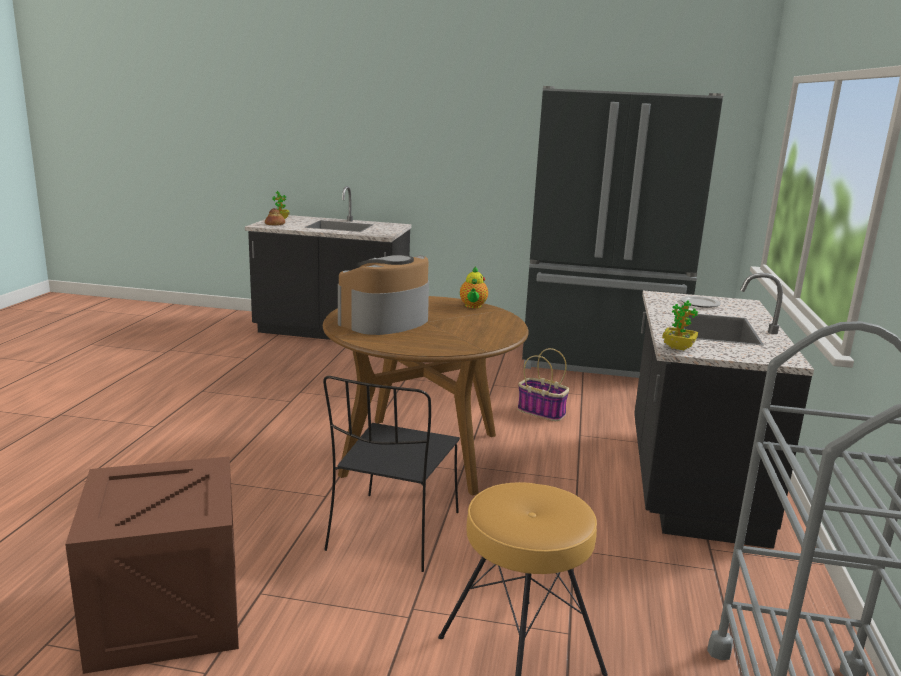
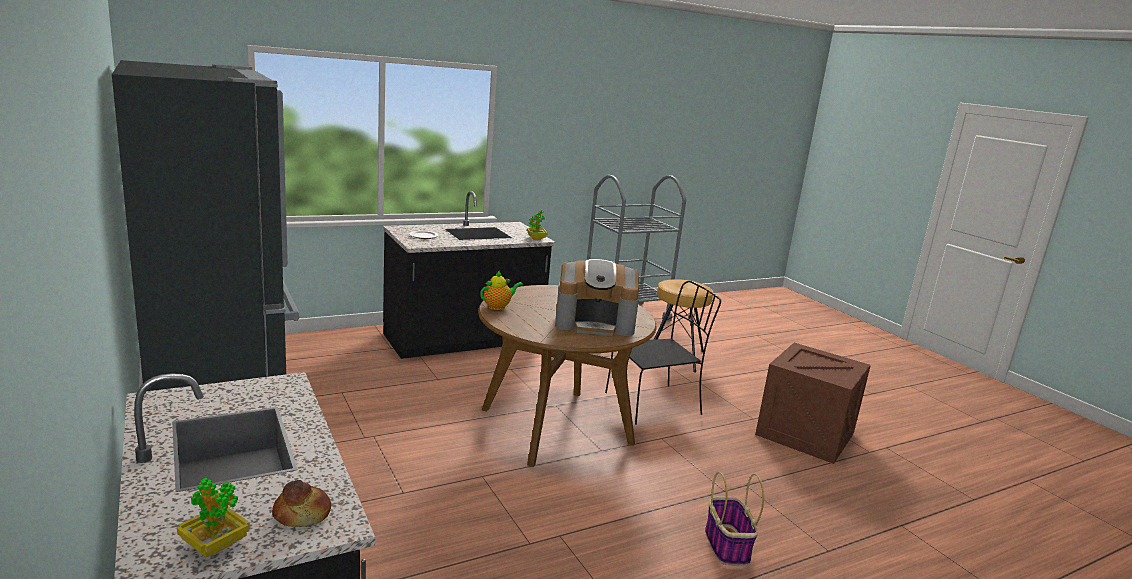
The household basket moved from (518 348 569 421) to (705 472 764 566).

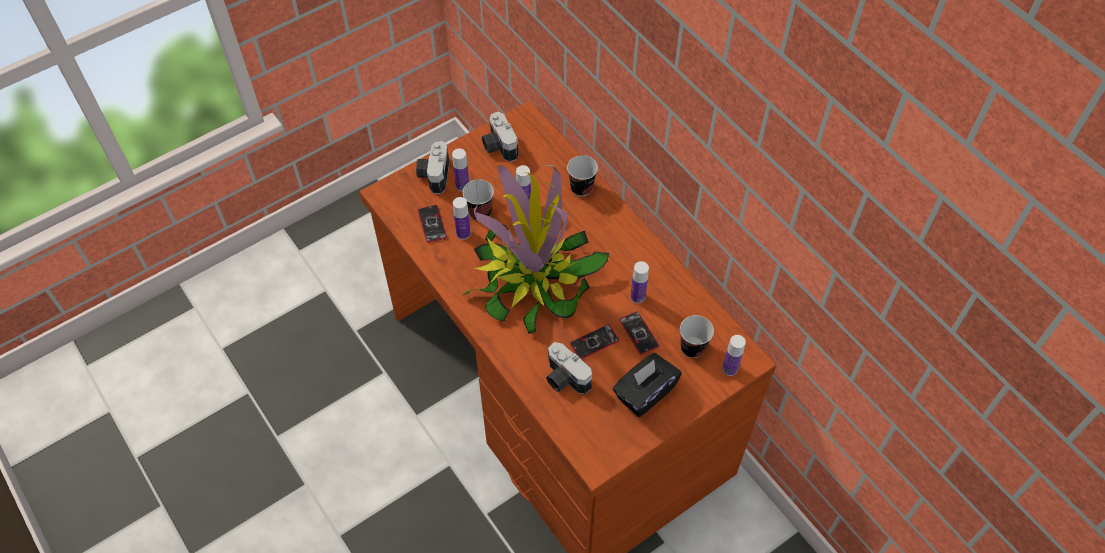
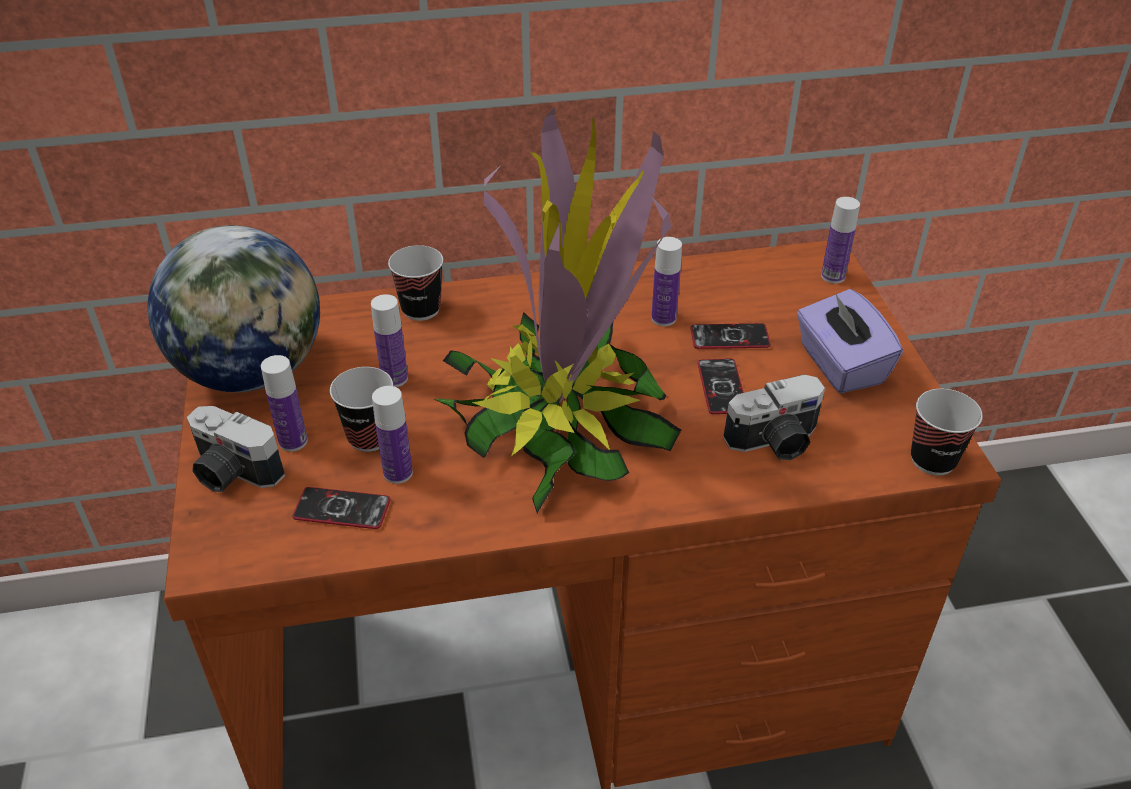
The still camera at (482 112 519 162) was replaced by the globe at (148 225 320 392).
The cup moved from (680 315 714 358) to (911 389 983 475).
The tissue box (blackish) at (613 353 682 417) became the tissue box (purple-coloured) at (797 289 903 393).

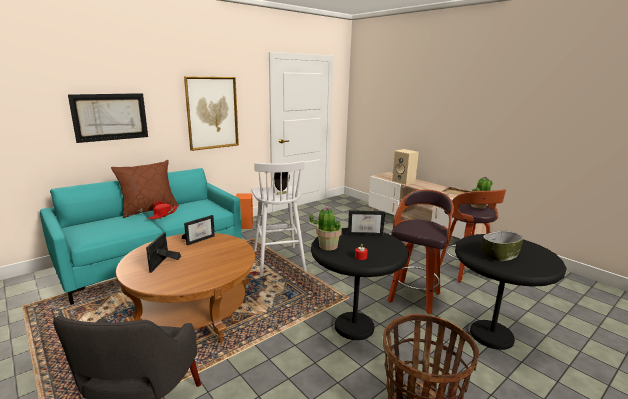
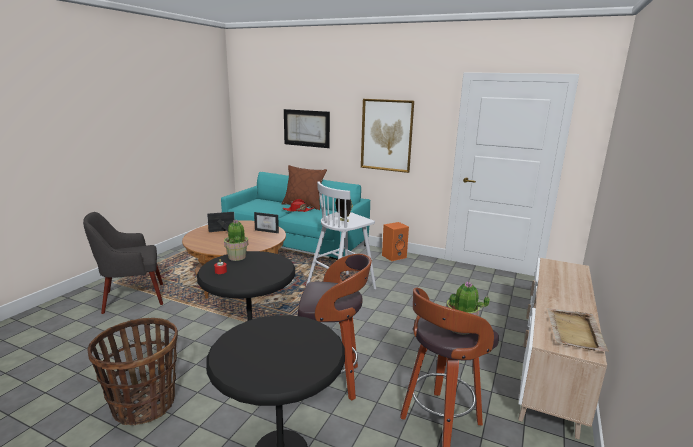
The audio speaker (beige) at (392 149 419 185) disappeared.
The standing frame at (348 210 385 236) disappeared.
The deep dish at (482 231 523 261) disappeared.

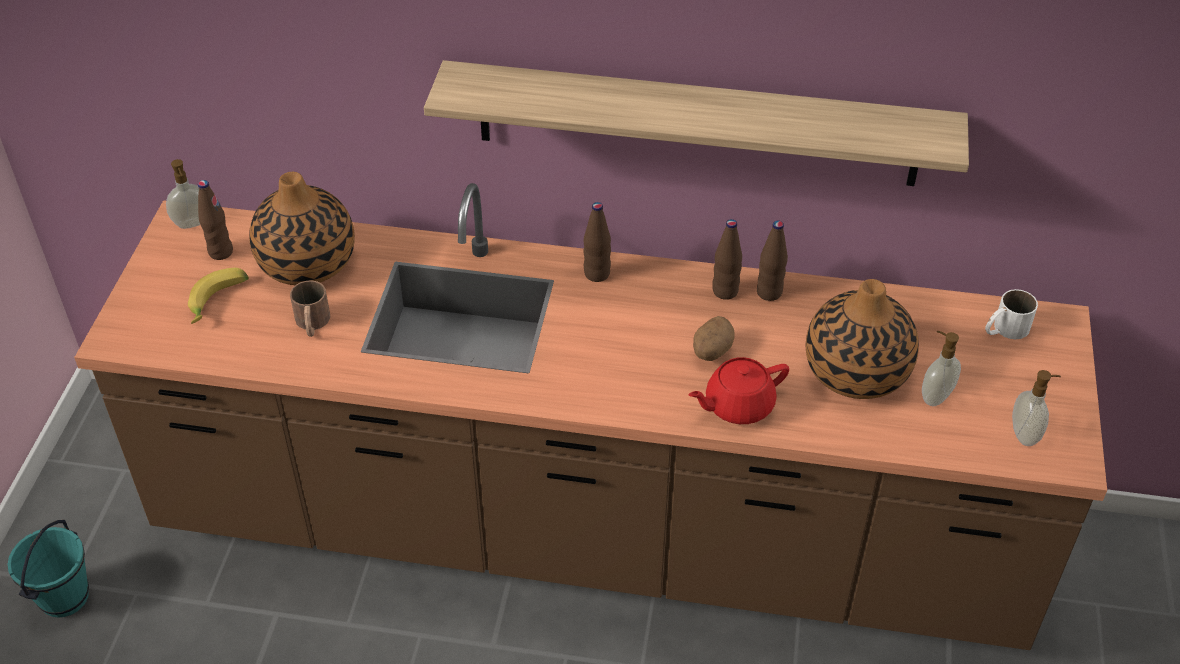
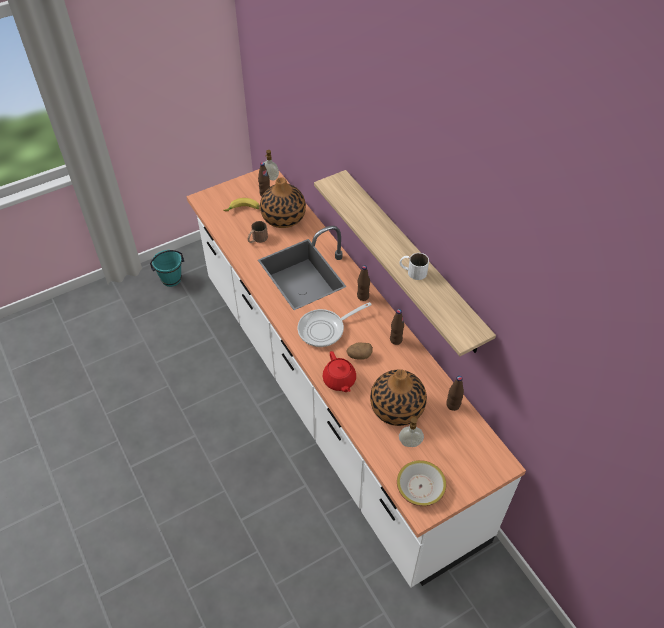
The kitchen base unit (brown) at (74 183 1107 650) became the kitchen base unit (white) at (186 169 526 588).
The bottle (brown) moved from (757 221 788 301) to (446 376 464 411).
The coffee mug (white) moved from (985 289 1038 339) to (399 253 429 280).
The teapot (red) at (689 357 789 424) turned 135 degrees counterclockwise.
The soap bottle at (1012 370 1061 446) was replaced by the deep dish at (397 460 446 506).
The frying pan at (298 302 372 347) appeared.

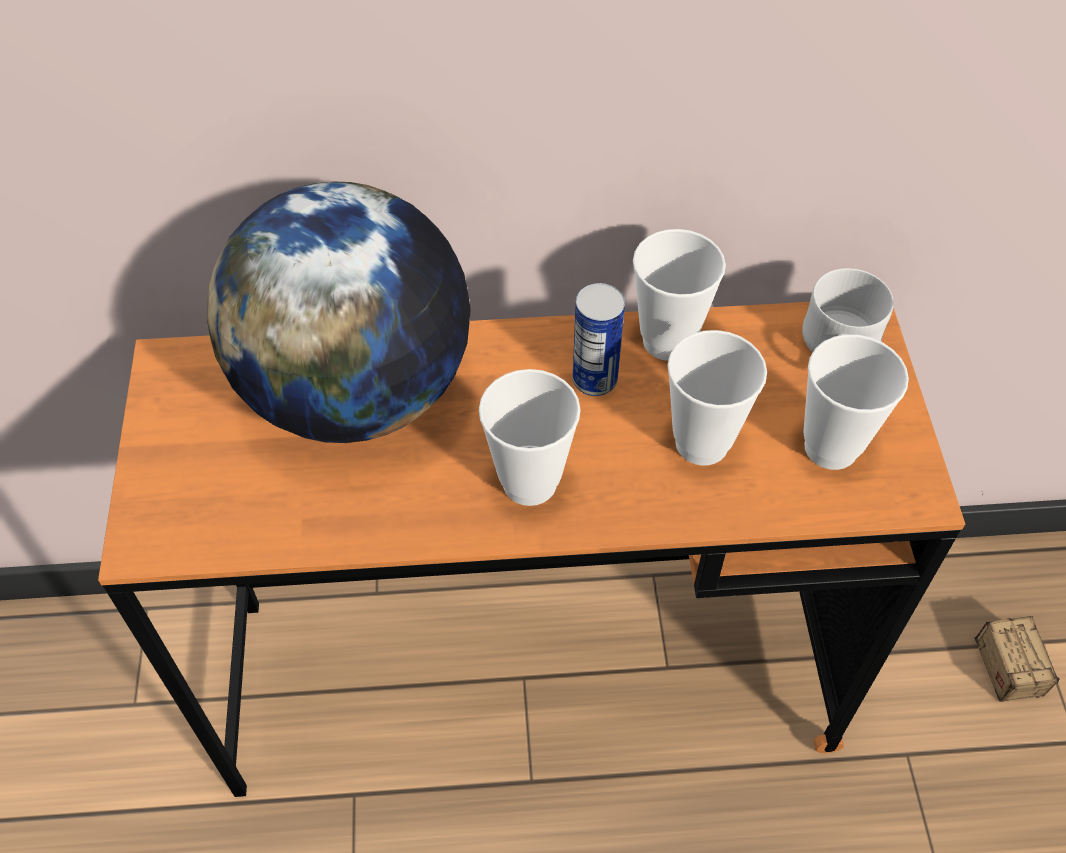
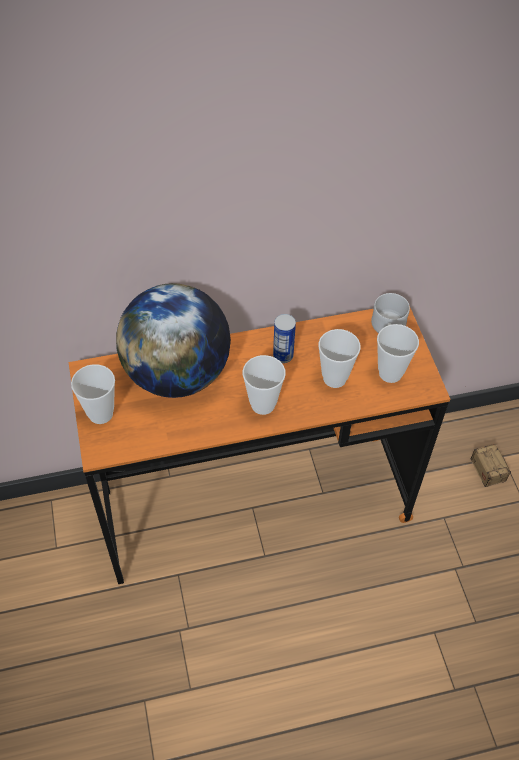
The cup moved from (633 229 726 361) to (71 364 115 424).

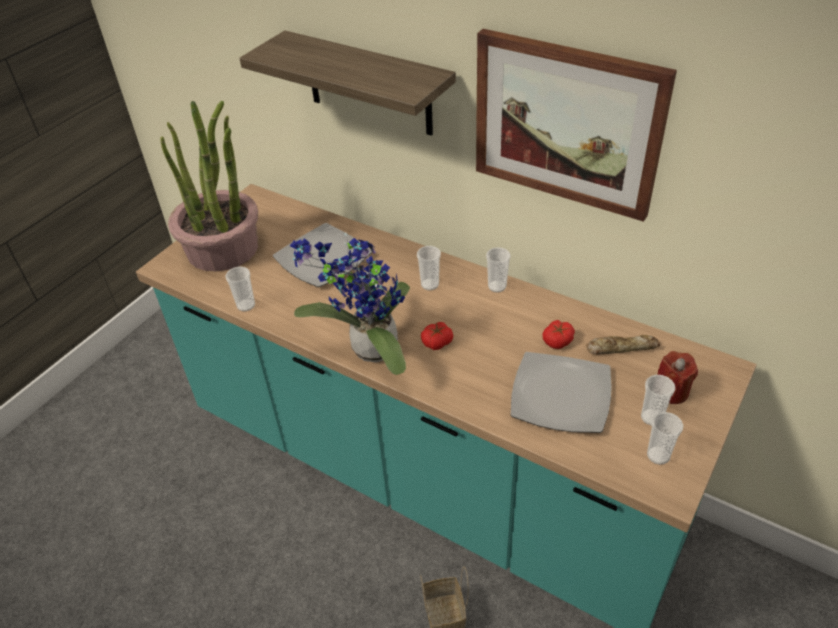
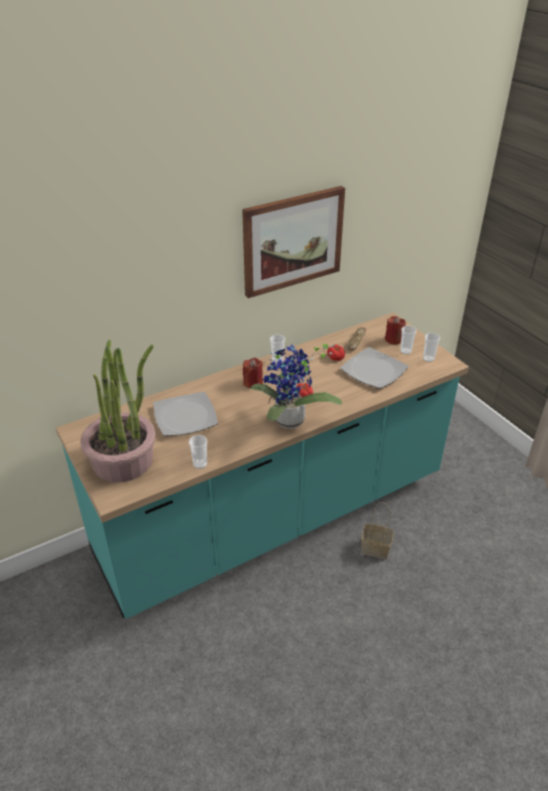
The wall shelf at (239 30 456 136) disappeared.
The cup at (417 246 441 290) was replaced by the candle (red) at (243 357 263 388).

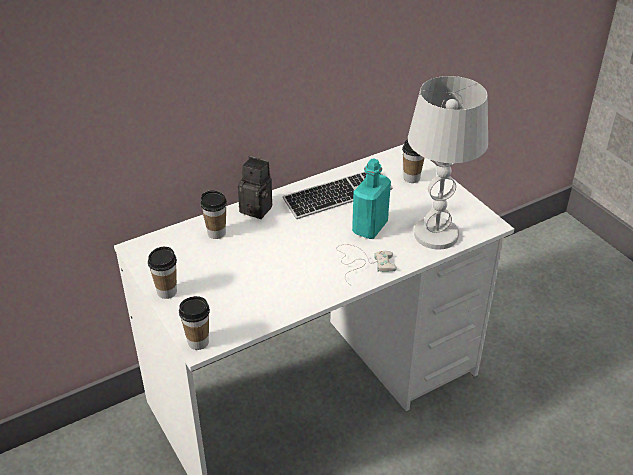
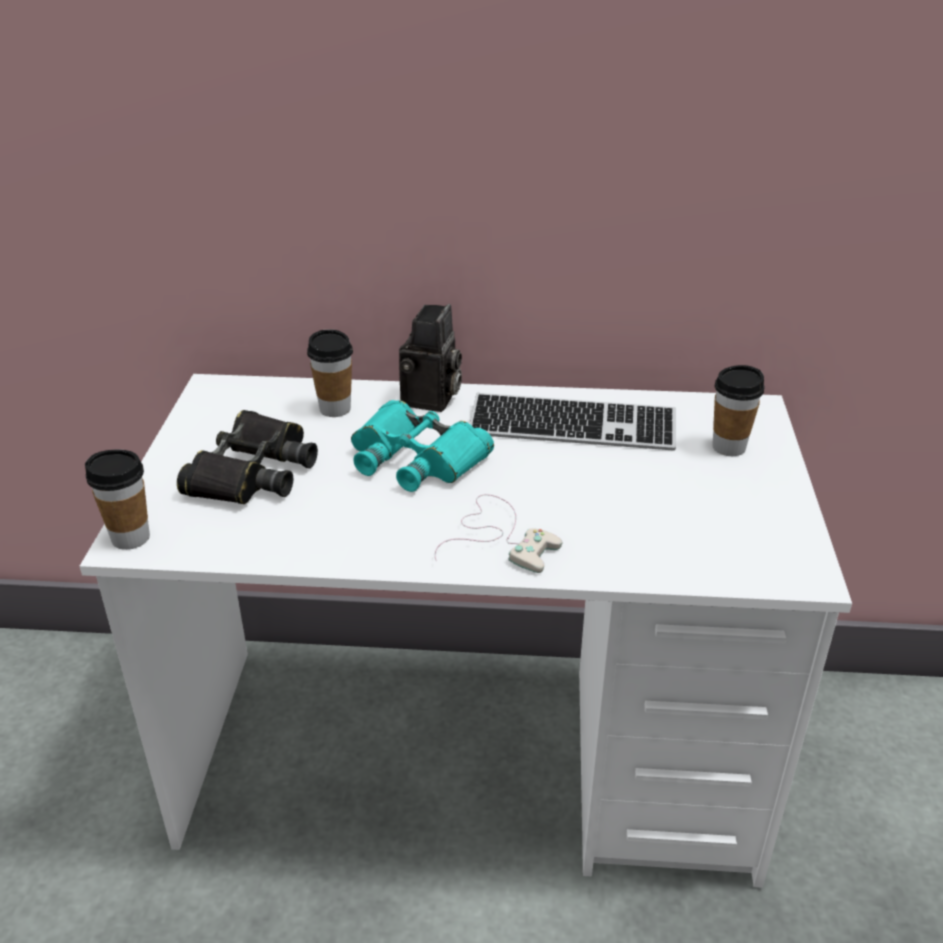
The tabletop lamp (white) at (408 76 488 250) disappeared.
The still camera at (238 156 272 219) turned 45 degrees clockwise.
The bottle (turquoise-coloured) at (352 158 391 239) disappeared.
The cup at (148 247 177 299) disappeared.
The binoculars (turquoise-coloured) at (351 400 494 492) appeared.
The binoculars (blackish) at (177 410 318 504) appeared.

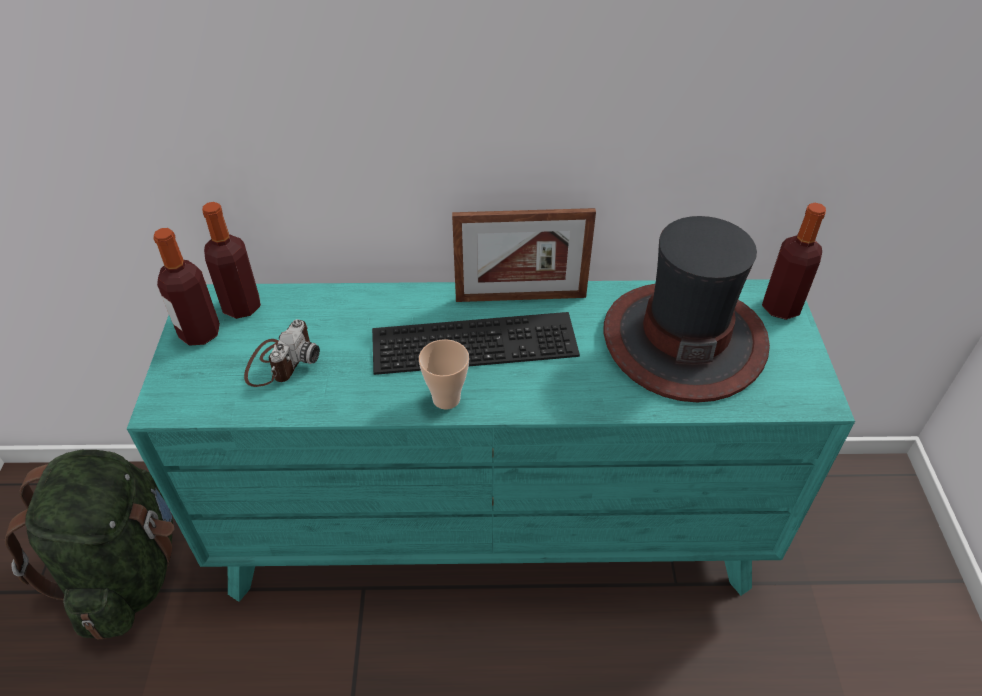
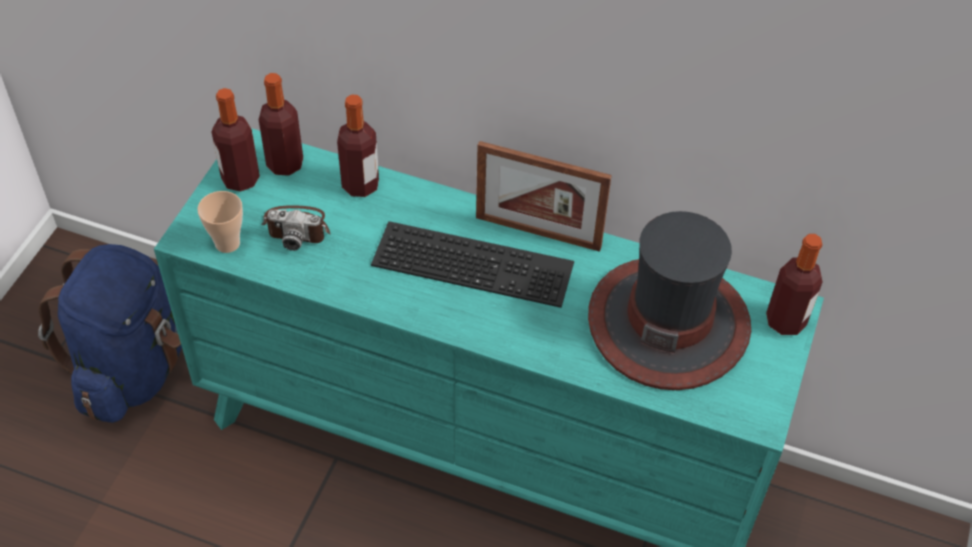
The still camera at (244 319 320 387) turned 60 degrees clockwise.
The cup moved from (419 339 469 410) to (197 191 243 253).
The knapsack (green-coloured) at (5 450 174 639) became the knapsack (blue) at (38 244 182 423).
The bottle at (337 95 379 197) appeared.

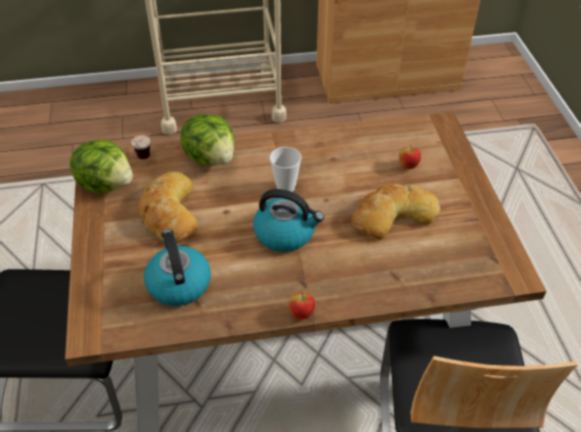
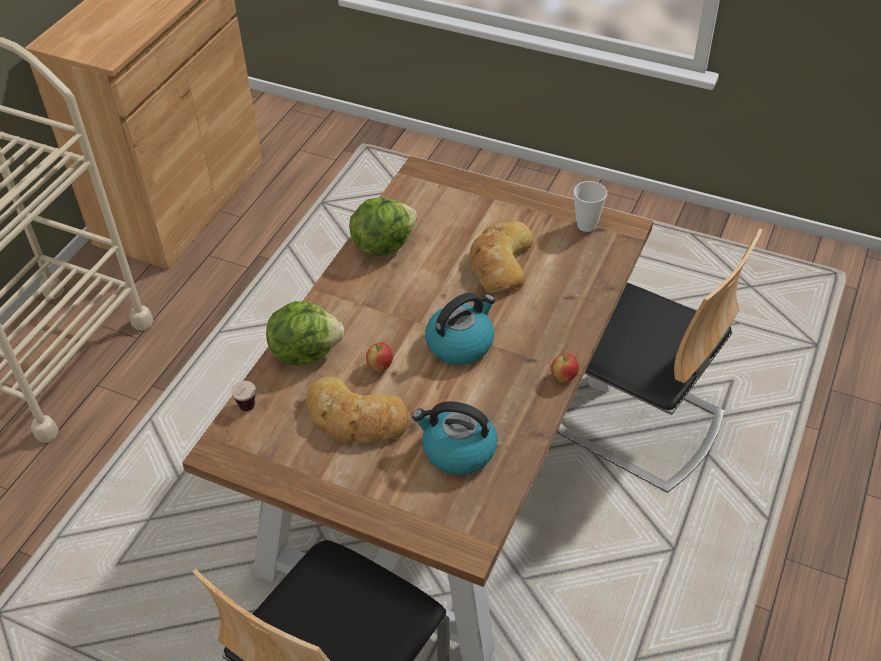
The lettuce head moved from (69 139 133 194) to (349 197 417 256).
The cup moved from (270 147 302 192) to (574 181 607 232).
The apple fruit moved from (399 147 421 170) to (366 342 393 372).

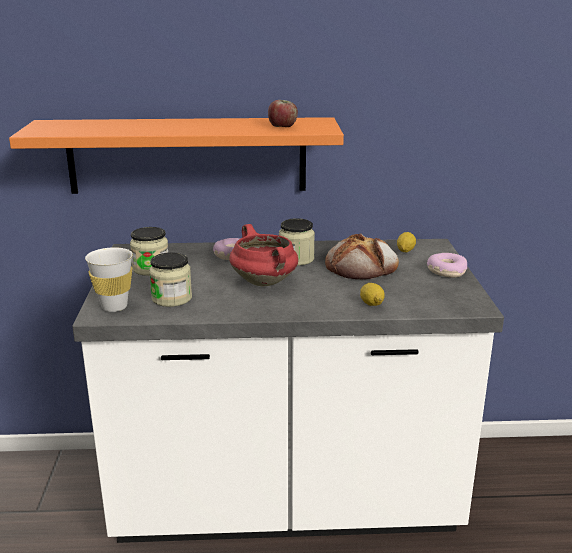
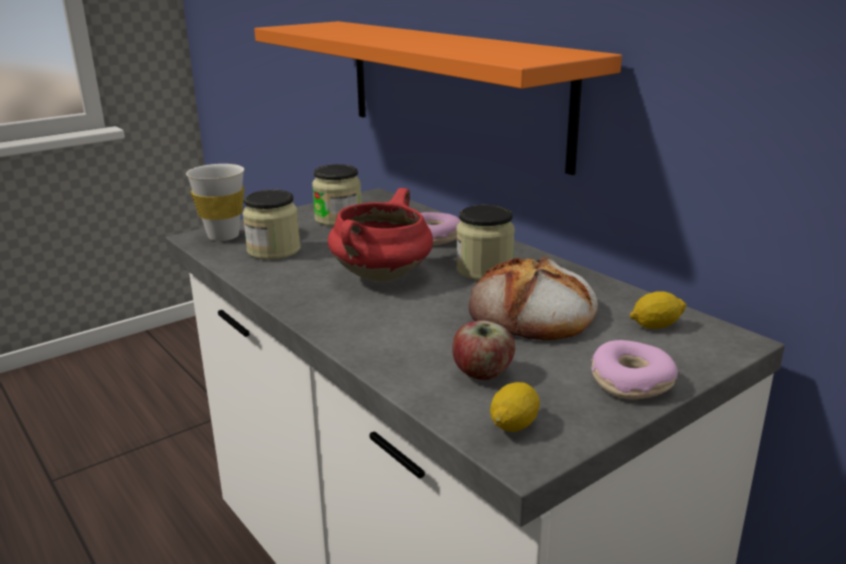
The apple fruit moved from (268 100 298 127) to (452 320 515 380).
The citrus fruit moved from (360 283 385 306) to (490 382 540 432).

